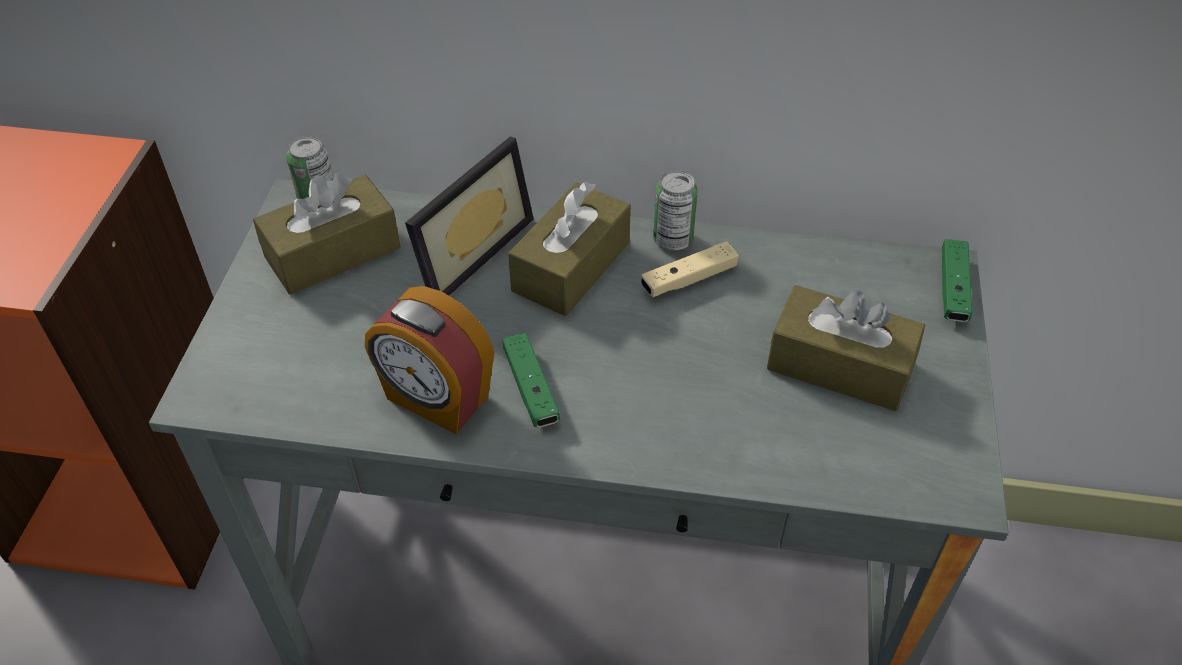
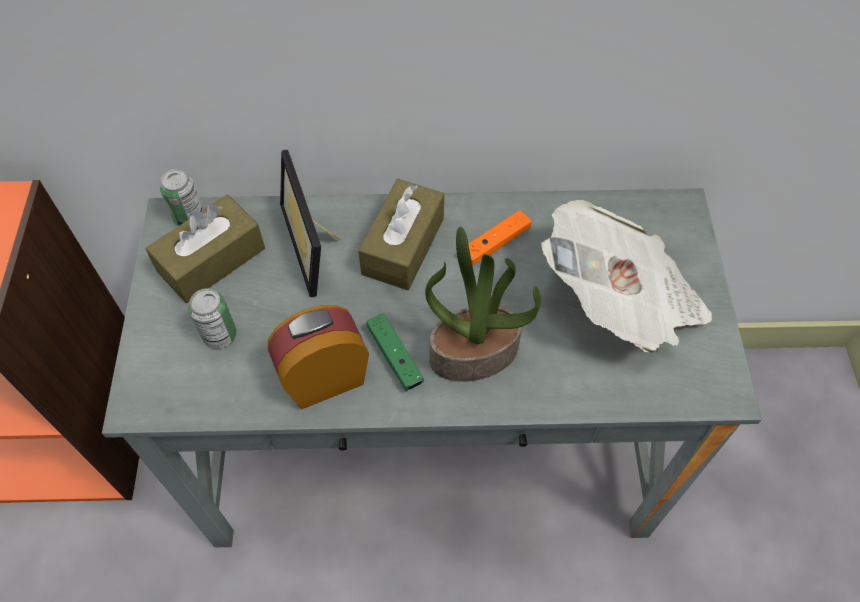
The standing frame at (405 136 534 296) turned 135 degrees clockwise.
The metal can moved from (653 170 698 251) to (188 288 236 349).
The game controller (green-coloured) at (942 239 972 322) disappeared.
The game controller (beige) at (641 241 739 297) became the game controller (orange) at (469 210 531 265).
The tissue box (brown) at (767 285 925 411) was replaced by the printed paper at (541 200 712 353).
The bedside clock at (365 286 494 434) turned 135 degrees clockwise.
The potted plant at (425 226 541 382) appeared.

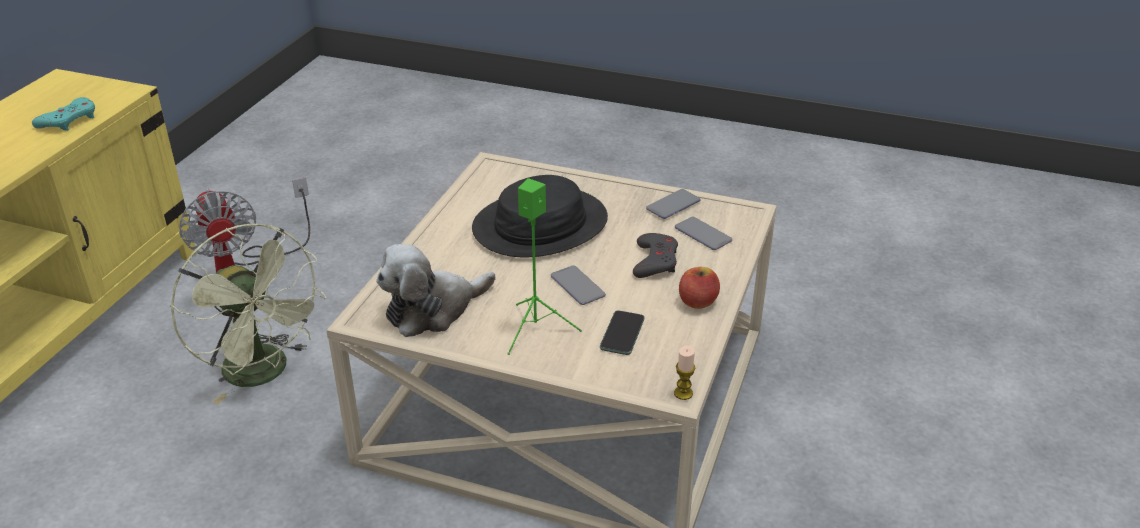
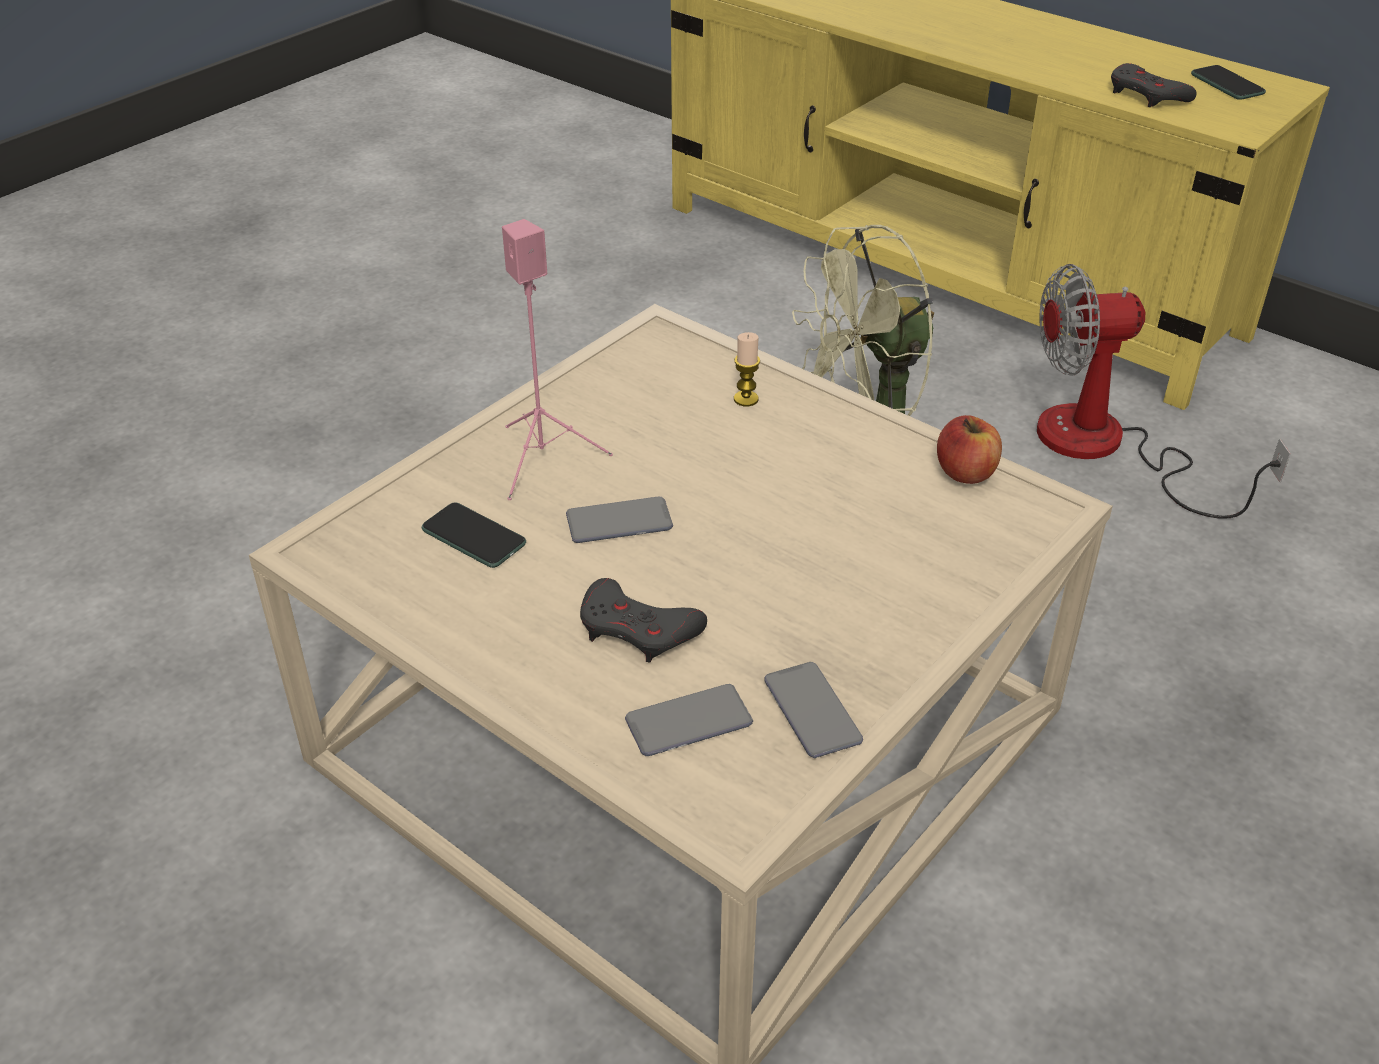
The game controller (turquoise-coloured) at (32 97 95 131) became the game controller (gray) at (1111 63 1197 107).
The clothing hat (blackish) at (472 175 608 257) disappeared.
The audio speaker (green-coloured) at (507 178 582 355) became the audio speaker (pinkish) at (502 219 613 500).
The plush toy at (376 244 496 337) disappeared.
The apple fruit moved from (679 267 720 309) to (937 415 1002 484).
The candle moved from (674 346 695 400) to (734 332 760 406).
The handset at (1191 65 1266 100) appeared.

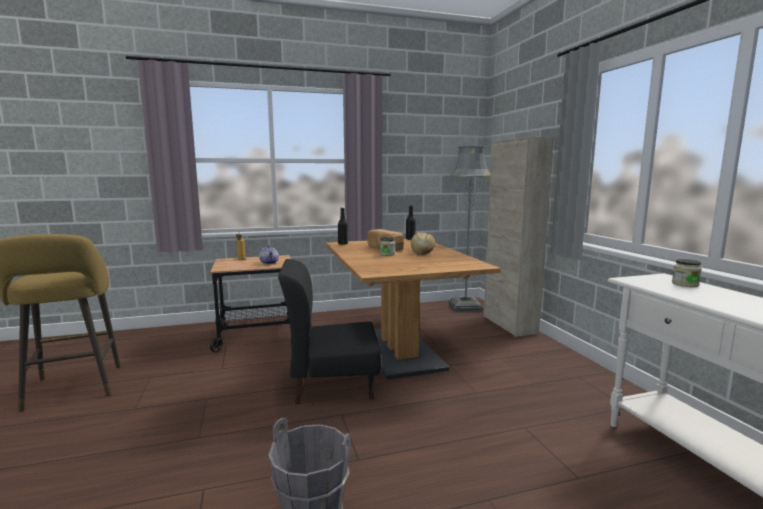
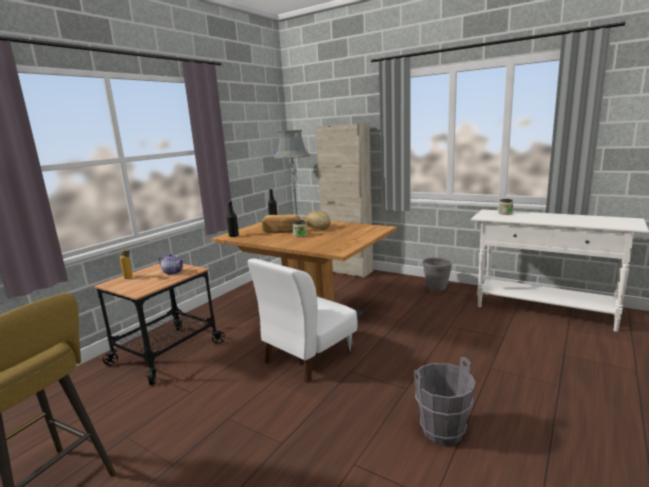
The plain chair (blackish) at (278 259 381 404) became the plain chair (white) at (248 258 358 383).
The planter (gray) at (423 258 452 292) appeared.

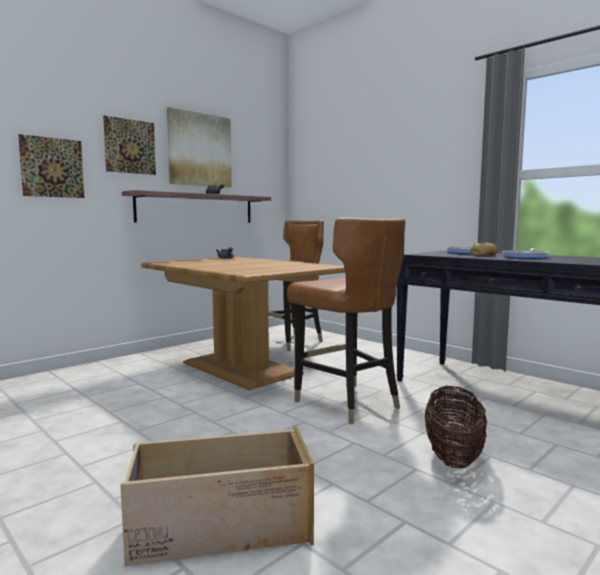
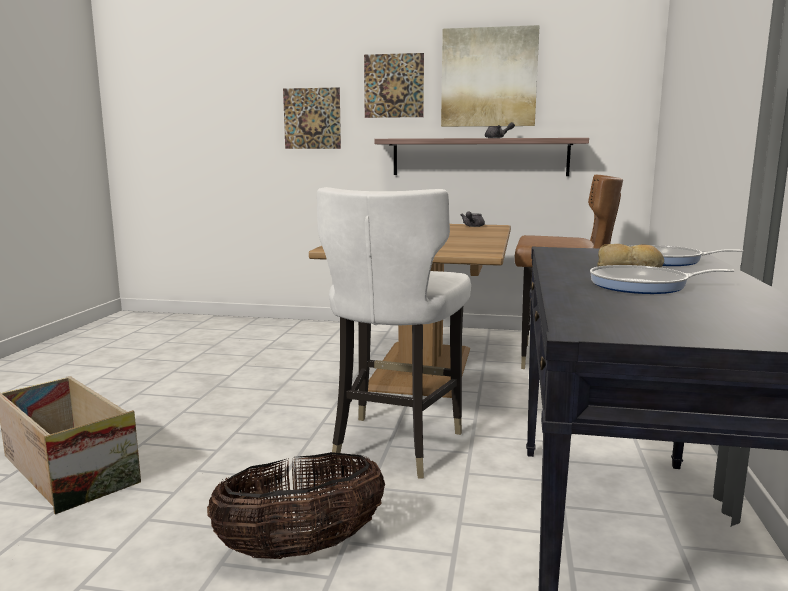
The plain chair (brown) at (287 218 406 424) became the plain chair (white) at (317 187 471 479).

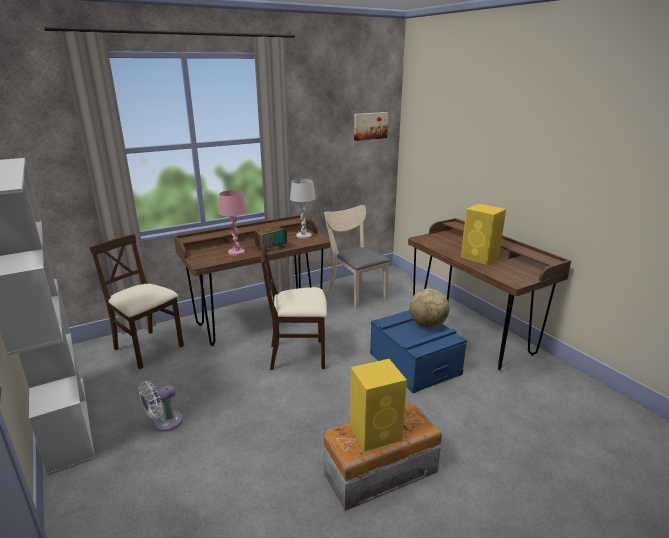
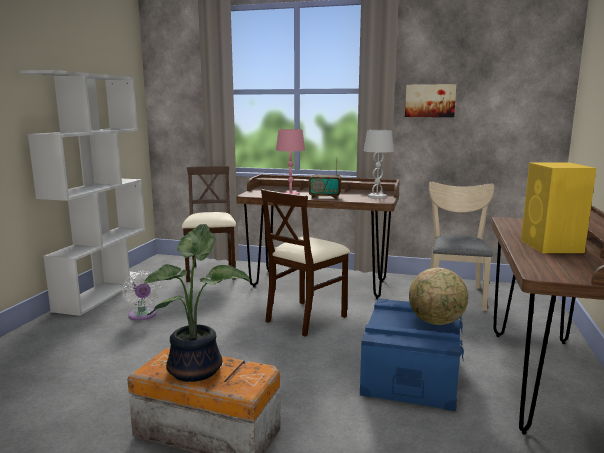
The picture moved from (354 112 388 141) to (405 84 456 117).
The plain chair (beige) at (260 243 327 370) turned 90 degrees counterclockwise.
The audio speaker (yellow-coloured) at (350 359 407 452) was replaced by the potted plant at (144 224 250 382).
The electric fan (white) at (138 381 183 432) turned 120 degrees counterclockwise.

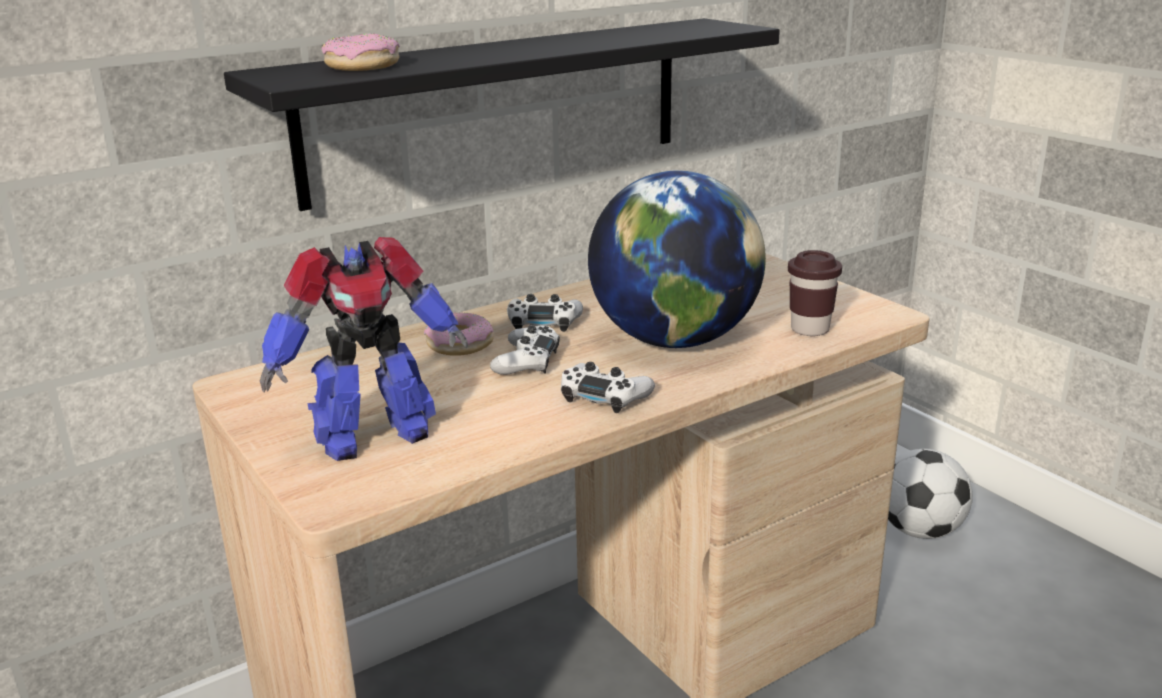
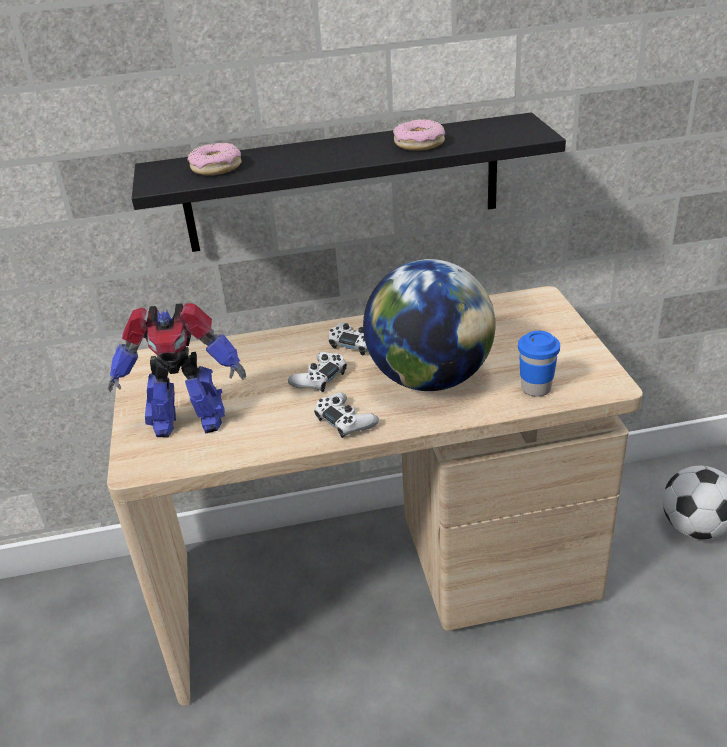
The cup (brown) at (788 250 842 336) became the cup (blue) at (518 331 560 397).
The donut moved from (424 312 494 356) to (393 119 445 151).

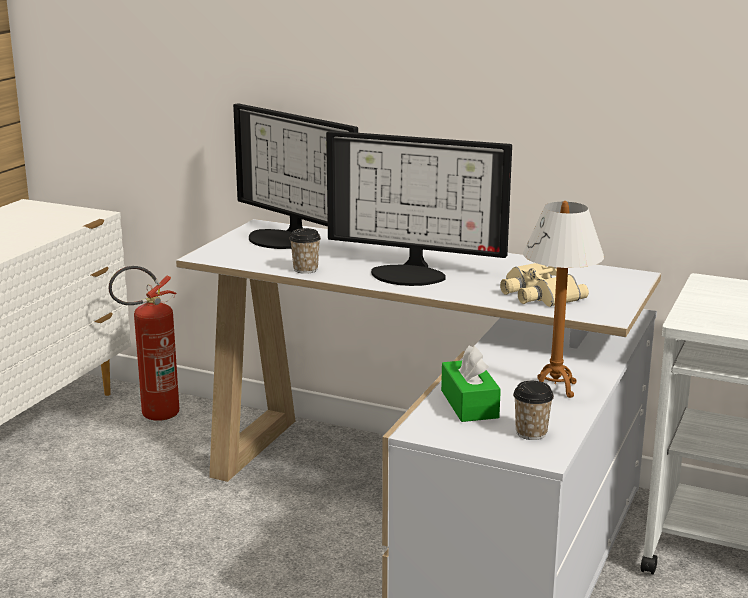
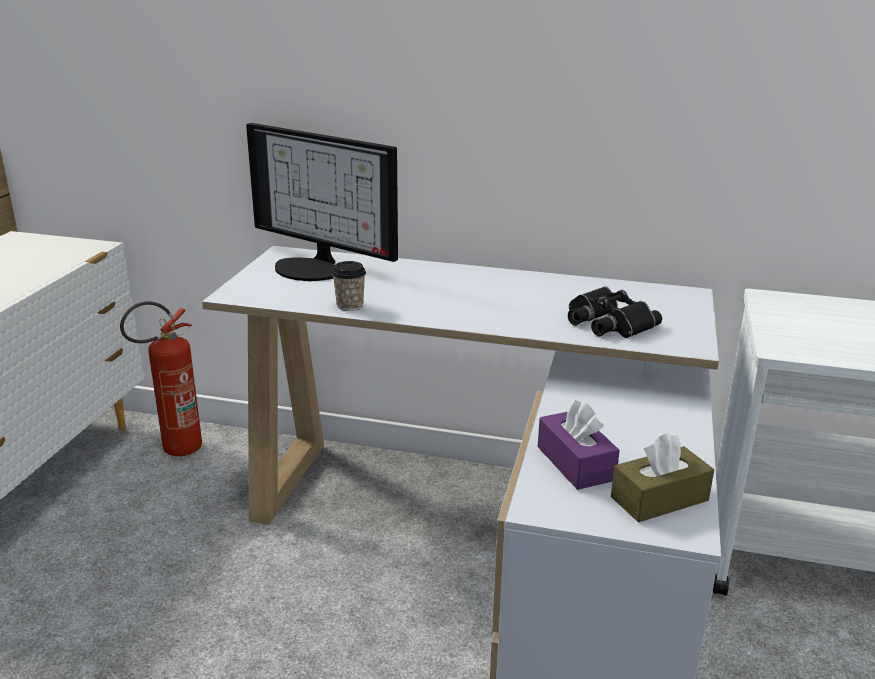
The computer screen at (326 131 512 286) disappeared.
The tabletop lamp at (523 201 604 398) disappeared.
The binoculars (beige) at (500 263 589 307) became the binoculars (blackish) at (568 287 662 338).
The tissue box (green-coloured) at (441 346 501 422) became the tissue box (purple-coloured) at (538 400 620 490).
The cup at (513 381 554 440) was replaced by the tissue box (brown) at (611 433 714 522).

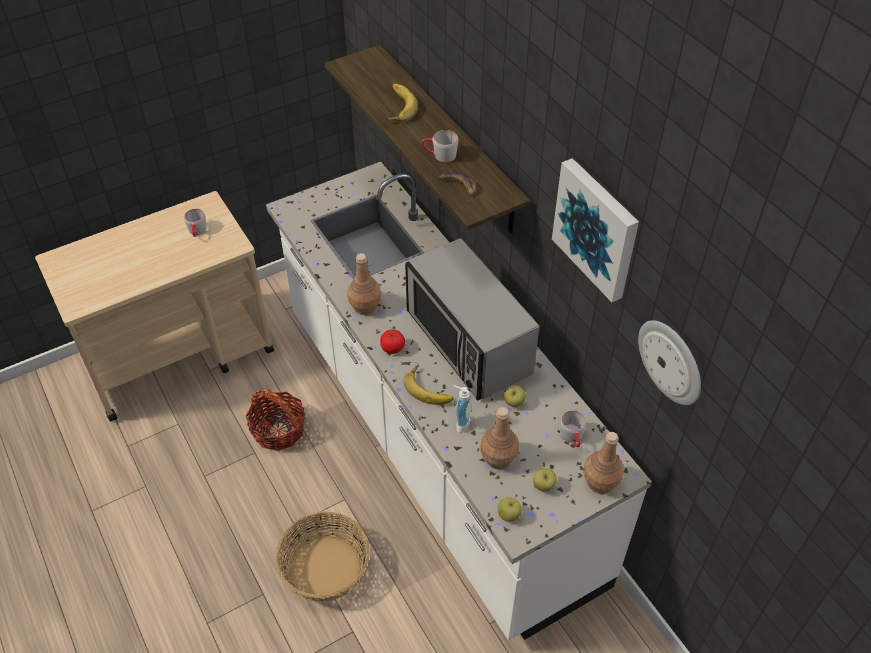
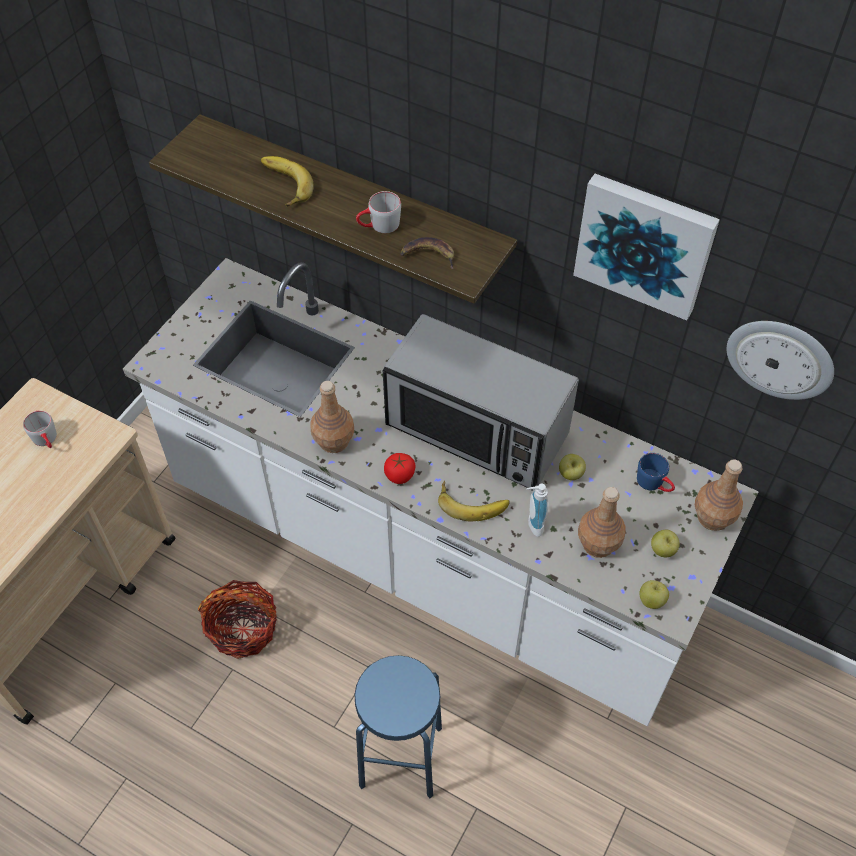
The coffee mug (gray) at (560 410 586 447) became the coffee mug (blue) at (637 453 675 492).
The household basket at (275 512 370 601) was replaced by the stool seat (blue) at (355 655 442 798).

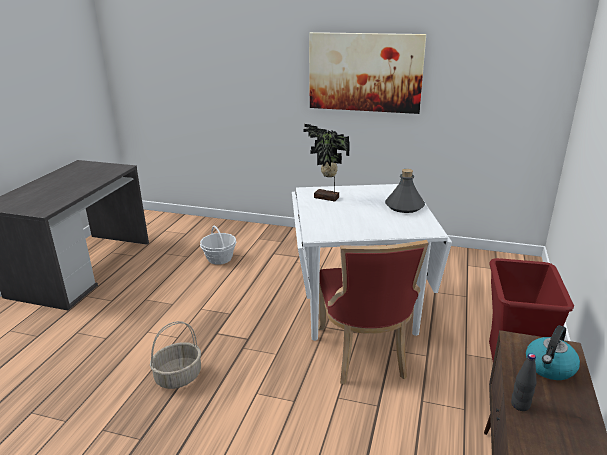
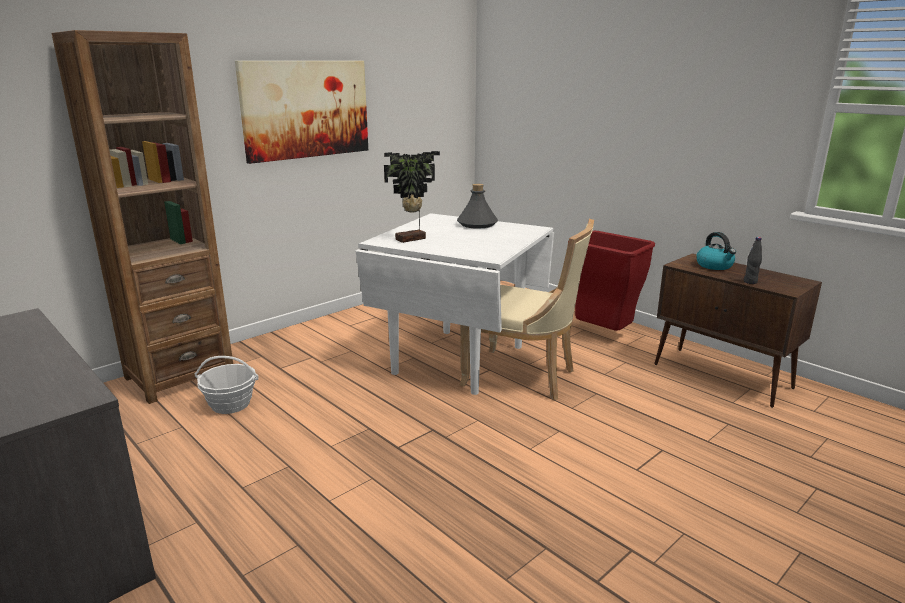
The plain chair (red) at (318 240 429 385) became the plain chair (beige) at (459 219 594 400).
The household basket at (150 321 201 389) disappeared.
The bookshelf (brown) at (52 30 233 404) appeared.

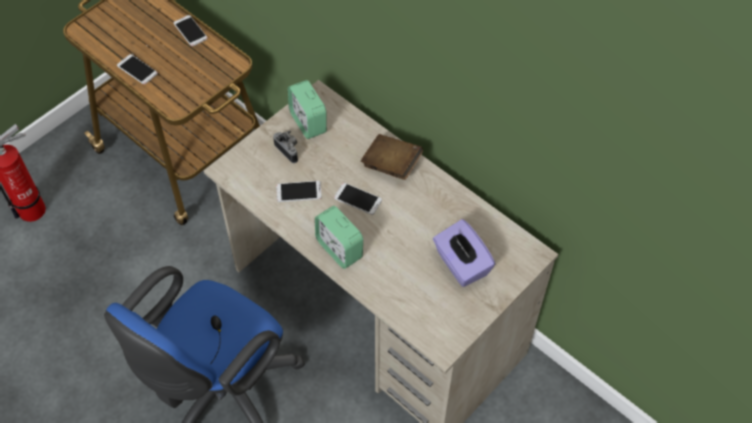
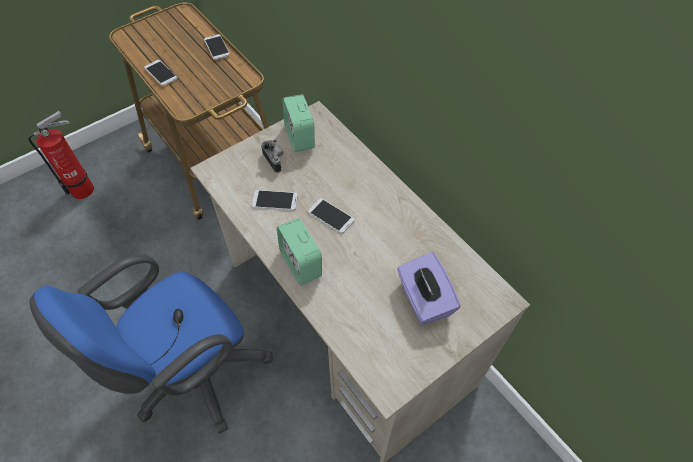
The book (brown) at (361 134 423 180) disappeared.

